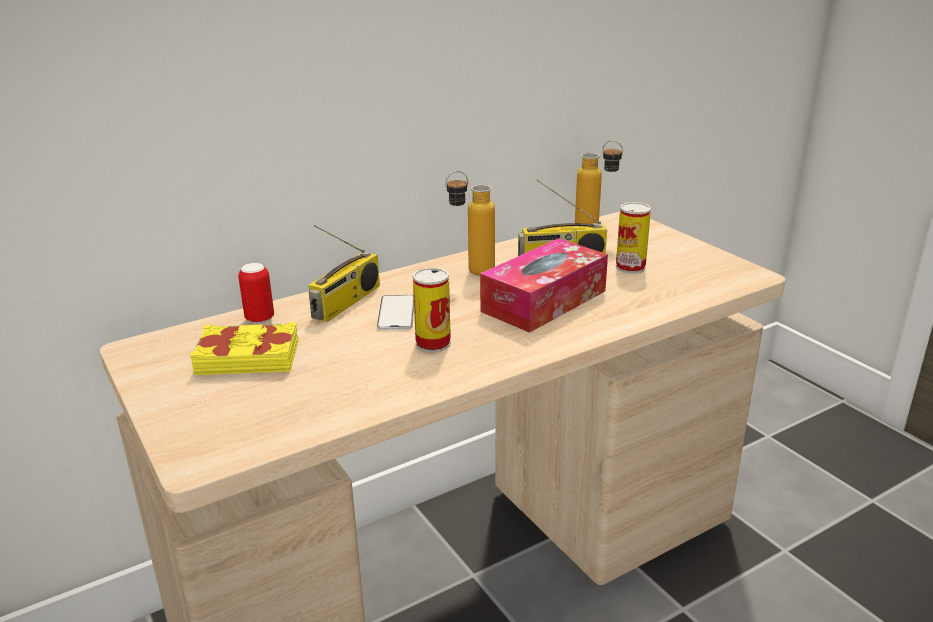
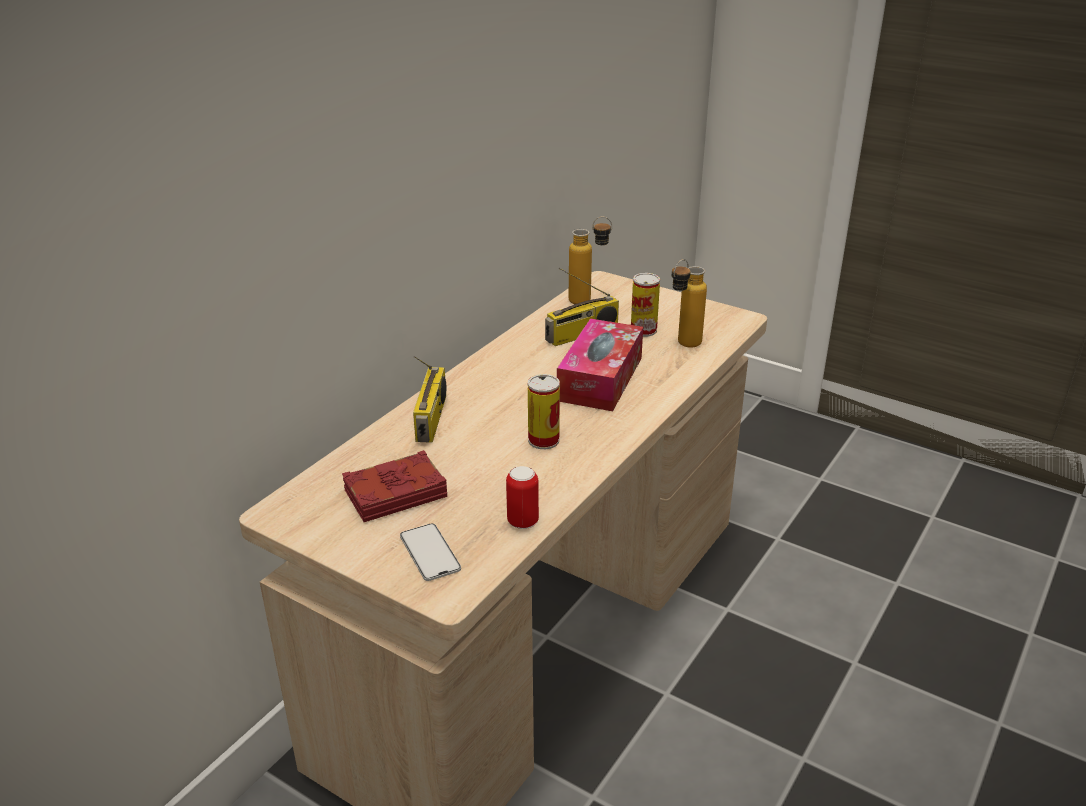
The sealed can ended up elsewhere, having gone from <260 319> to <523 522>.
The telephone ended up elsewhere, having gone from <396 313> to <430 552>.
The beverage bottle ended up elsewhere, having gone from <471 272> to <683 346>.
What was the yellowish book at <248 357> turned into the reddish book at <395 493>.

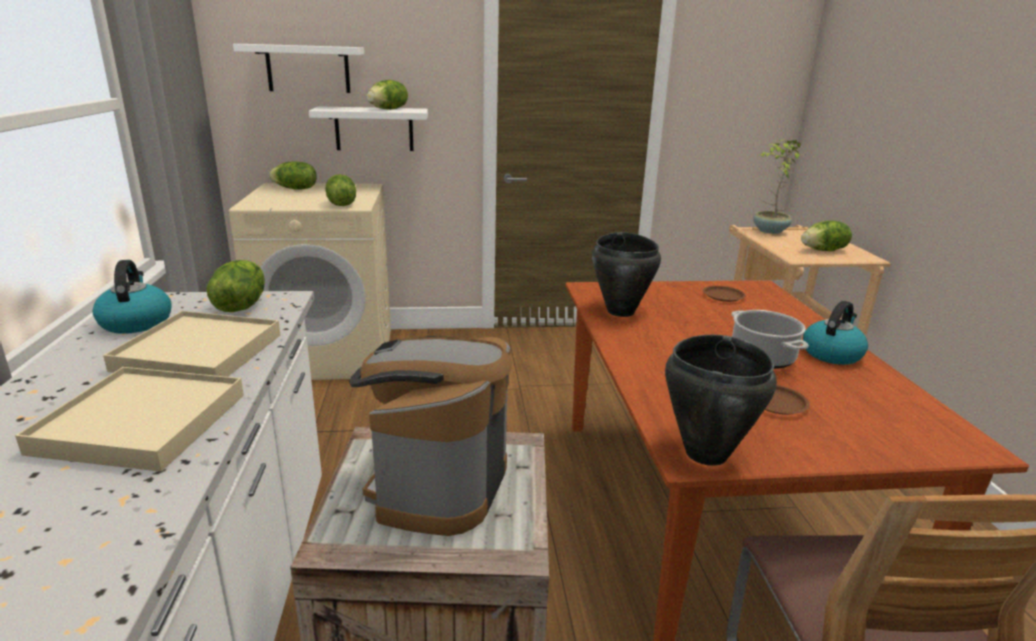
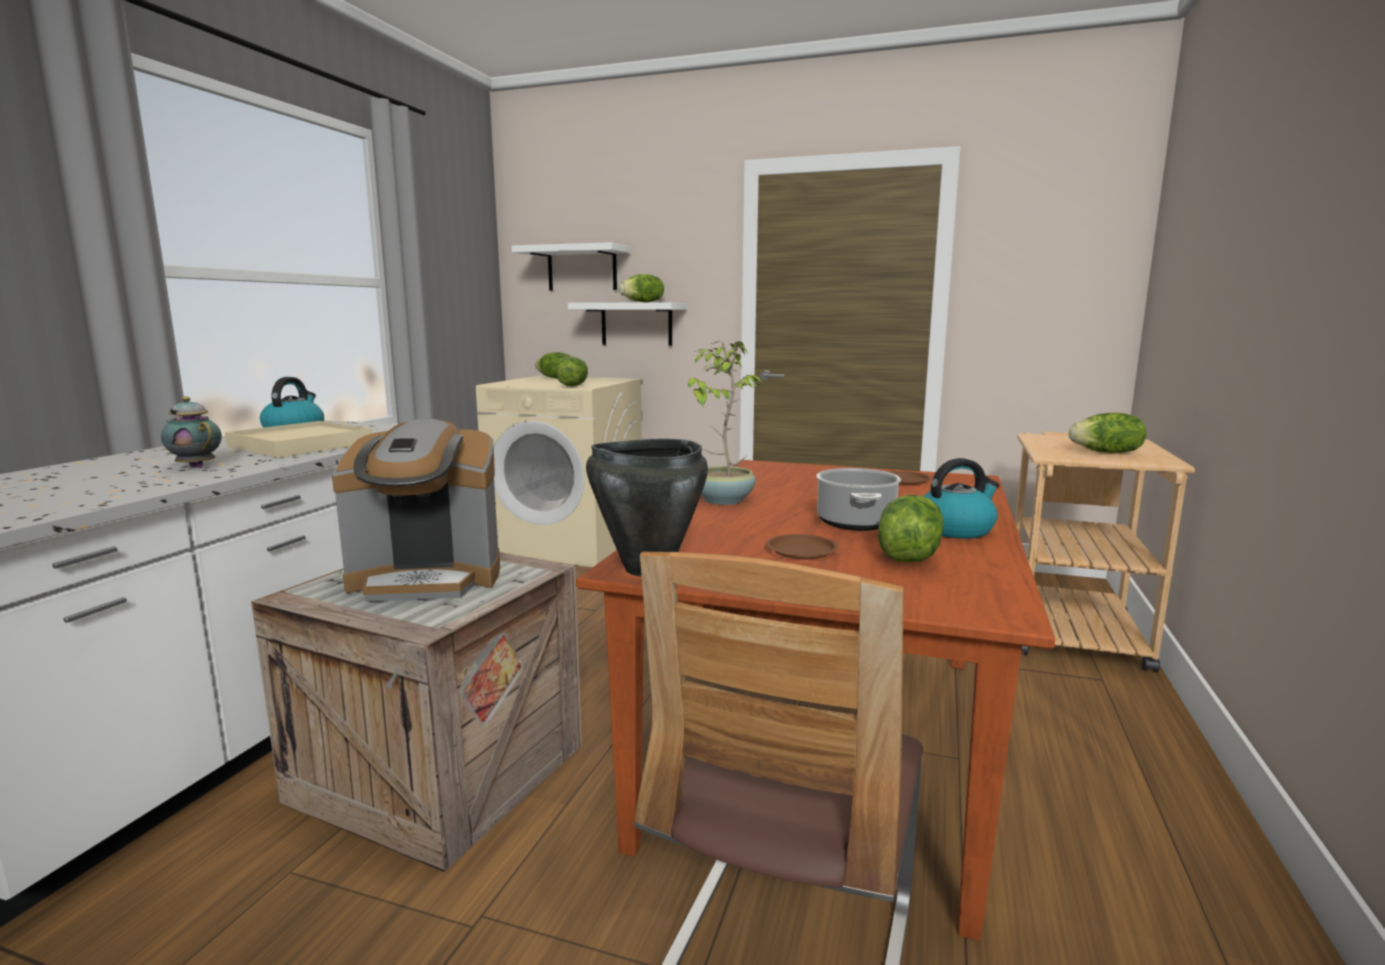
The second view lost the blackish cooking pot at <621 311>.
The lettuce head ended up elsewhere, having gone from <240 306> to <907 556>.
The potted plant ended up elsewhere, having gone from <769 231> to <721 500>.
Where the beige serving tray stood at <143 423>, the pot for tea came to stand at <195 466>.
The coffee maker at <437 485> ended up facing another way, 135 degrees counterclockwise from before.

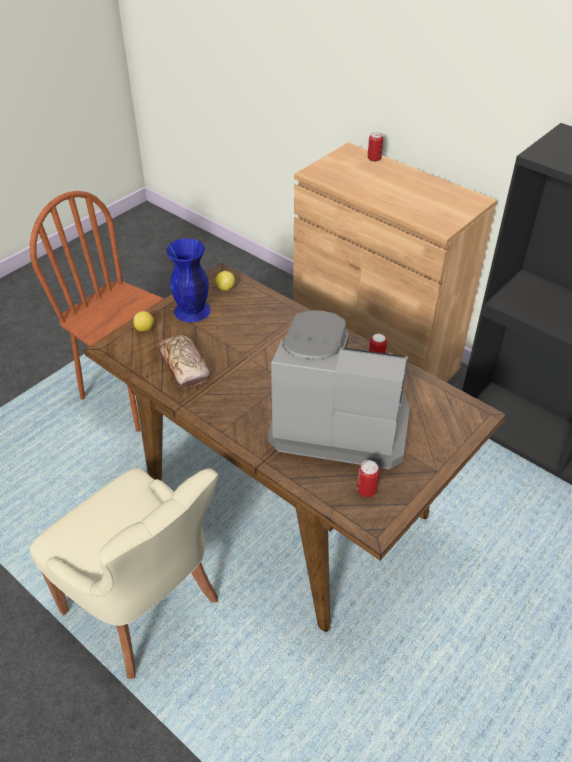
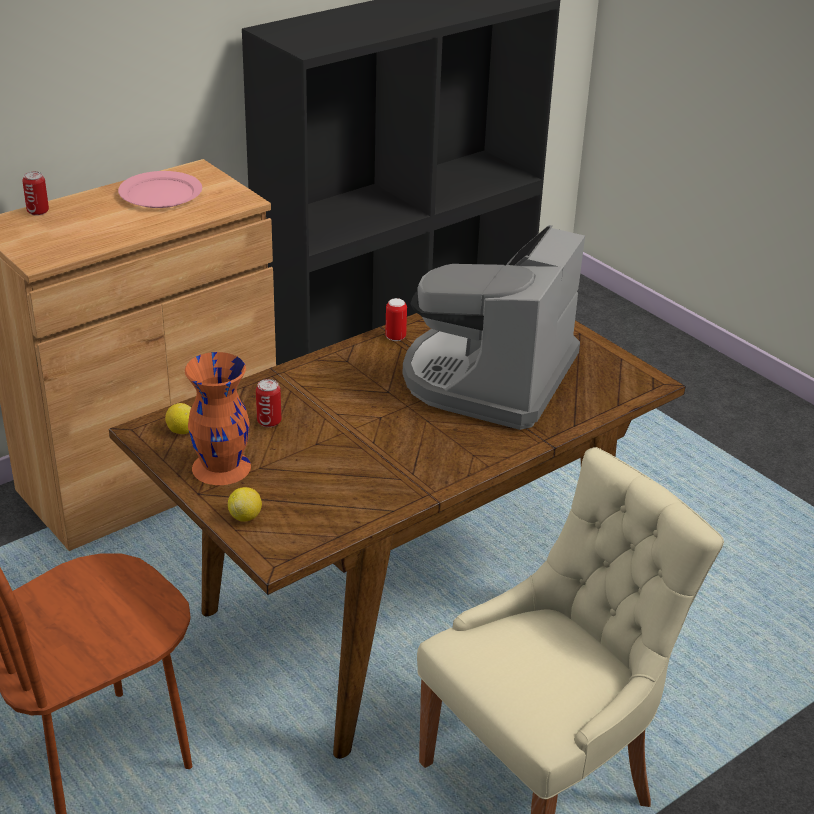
The second view lost the bread at <184 366>.
The second view gained the pink-coloured dinner plate at <160 193>.
The sealed can ended up elsewhere, having gone from <366 490> to <269 422>.
What was the blue-coloured decorative vase at <191 311> turned into the orange decorative vase at <222 468>.

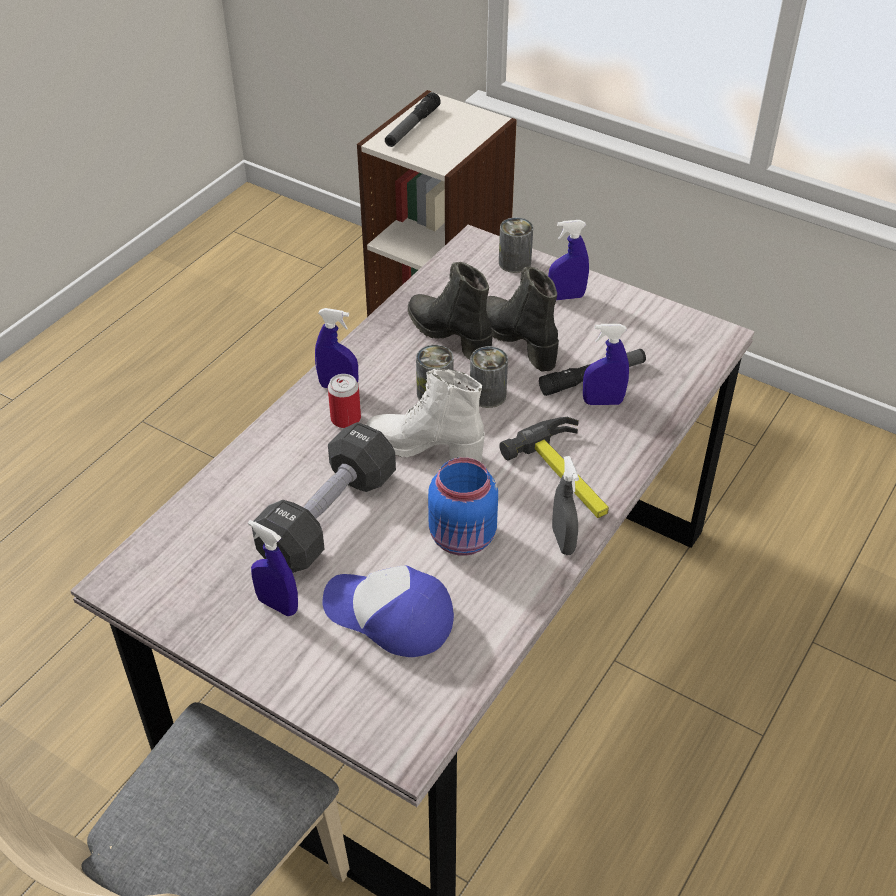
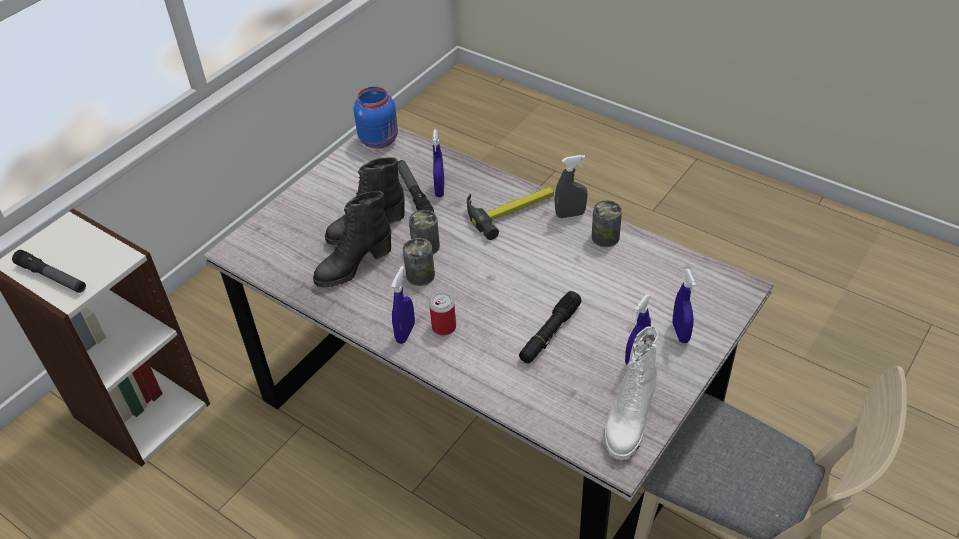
The second view lost the baseball cap at <389 616>.
The white-coloured high-top boot ended up elsewhere, having gone from <424 448> to <628 420>.
The blue-coloured jar ended up elsewhere, having gone from <463 539> to <380 140>.
The sealed can ended up elsewhere, having gone from <514 263> to <605 237>.
The blue-coloured spray bottle ended up elsewhere, having gone from <566 297> to <680 332>.
Where the blackish dumbbell stood at <328 517>, the blackish torch came to stand at <550 333>.

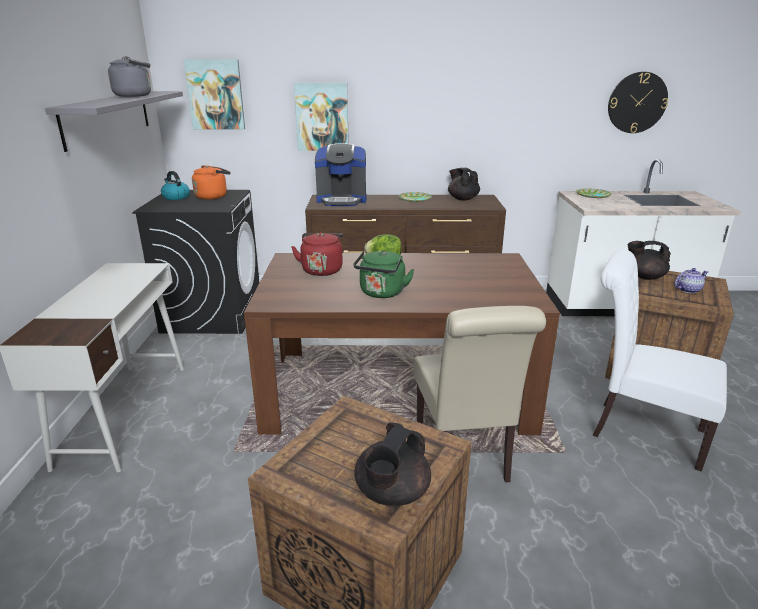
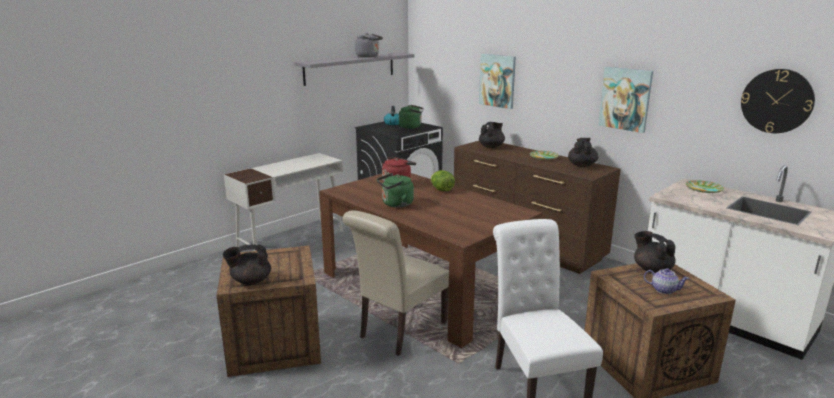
The wall picture ended up elsewhere, having gone from <215 95> to <625 99>.
Where the coffee maker stood at <342 200>, the blackish pot for tea came to stand at <491 146>.
What was the orange kettle at <213 196> turned into the greenish kettle at <412 127>.

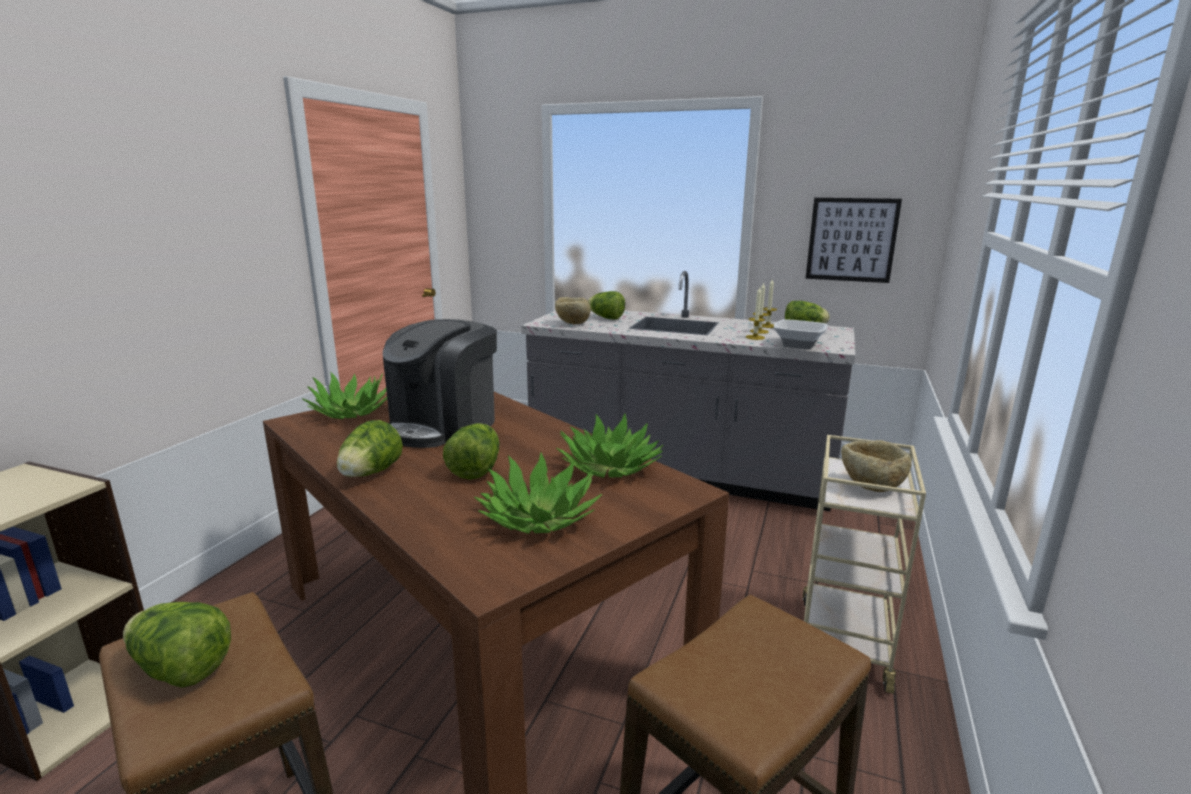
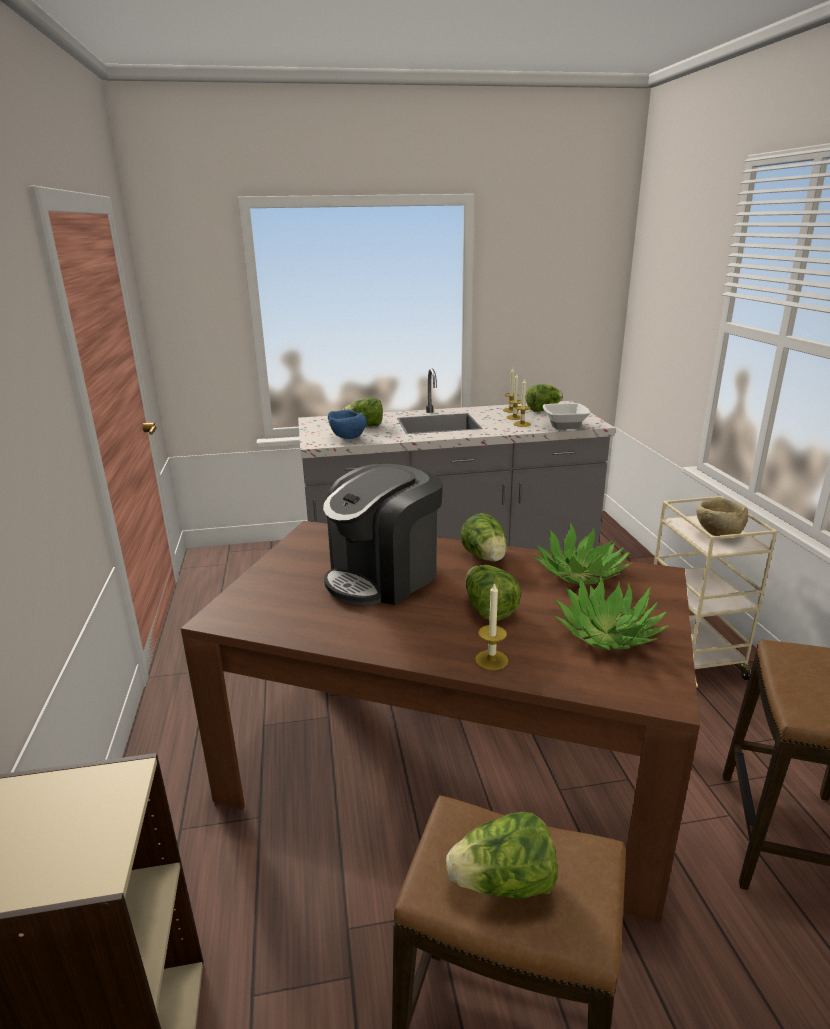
The second view lost the potted plant at <351 412>.
The second view lost the wall picture at <851 240>.
The second view gained the wax light at <491 660>.
The lettuce head ended up elsewhere, having gone from <370 474> to <485 558>.
What was the beige serving bowl at <572 324> turned into the blue-coloured serving bowl at <347 438>.
The coffee maker at <444 426> ended up facing another way, 45 degrees clockwise from before.

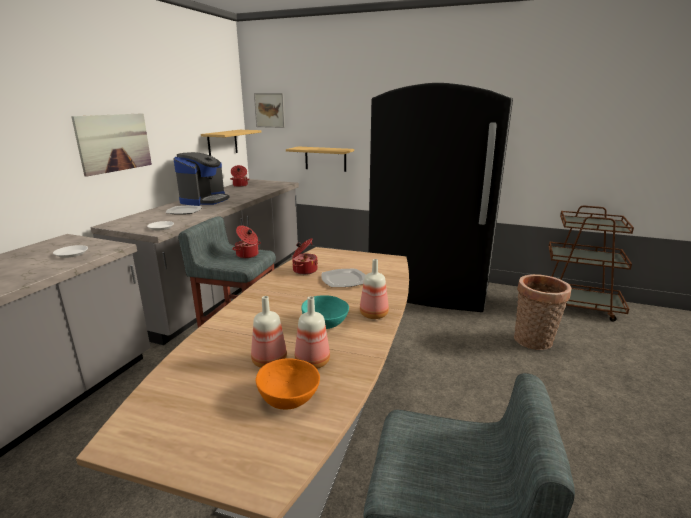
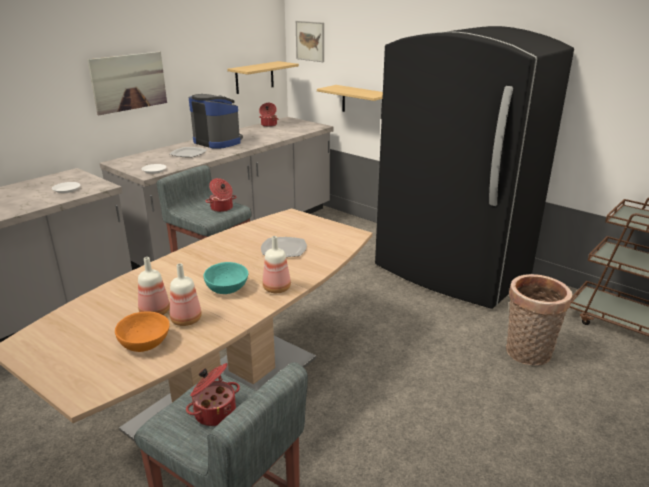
The cooking pot ended up elsewhere, having gone from <304 270> to <214 412>.
The coffee maker at <204 200> ended up facing another way, 90 degrees counterclockwise from before.

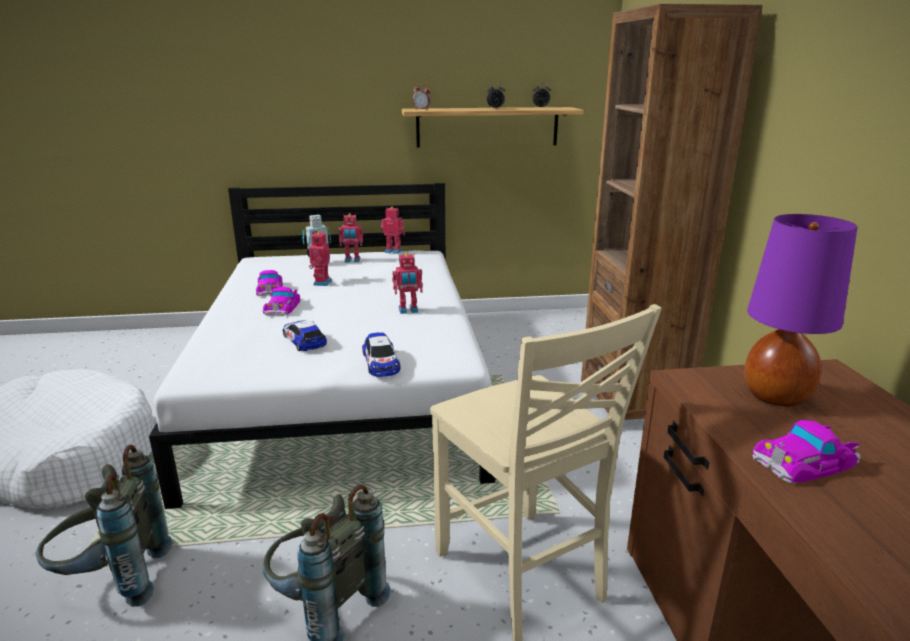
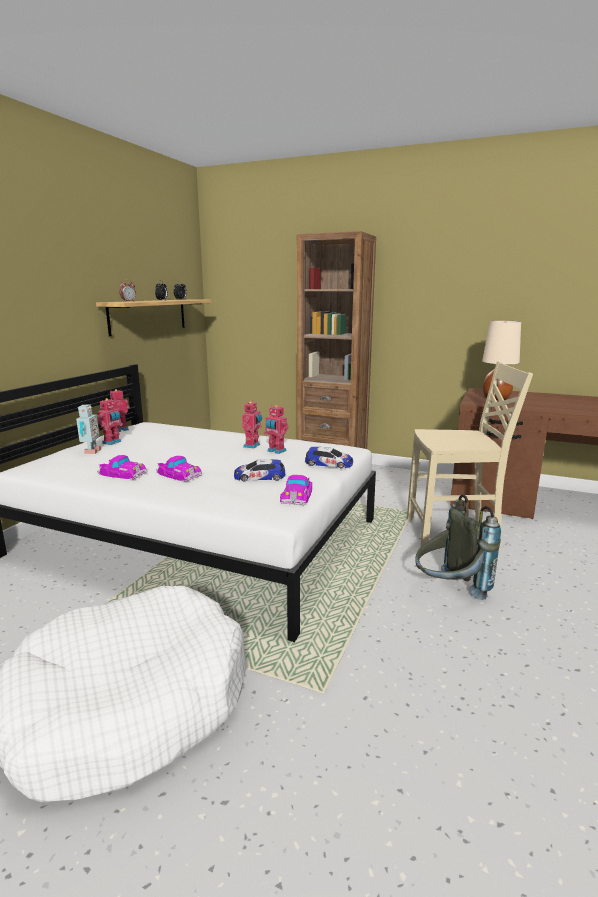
The second view lost the grey knapsack at <114 581>.
The robot figure ended up elsewhere, having gone from <321 283> to <276 451>.
The model car ended up elsewhere, having gone from <805 461> to <297 495>.
What was the purplish tabletop lamp at <776 396> turned into the beige tabletop lamp at <496 398>.

